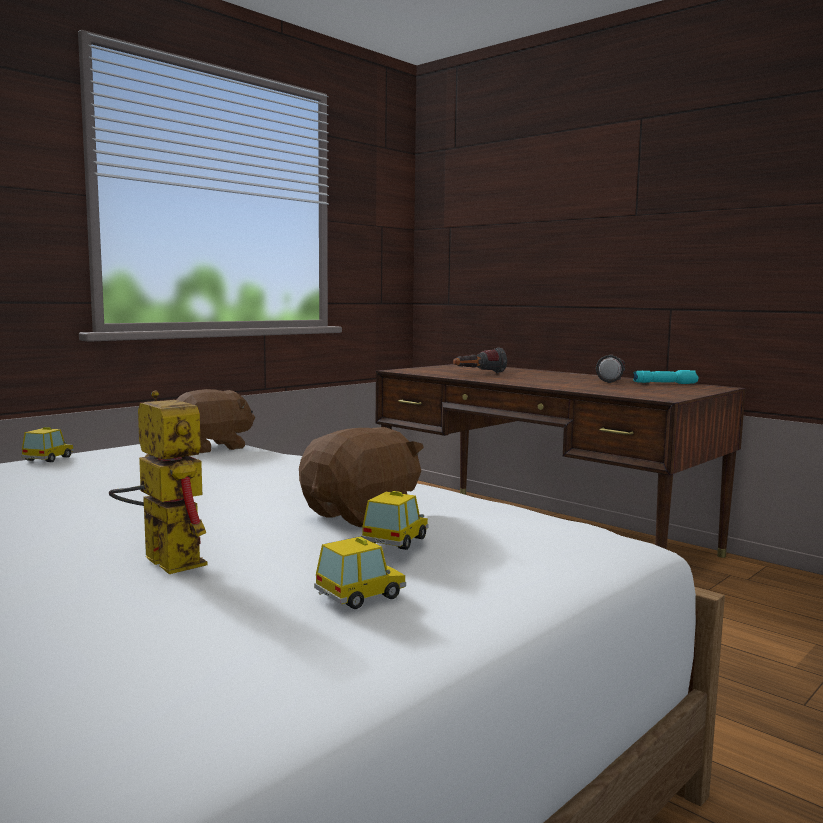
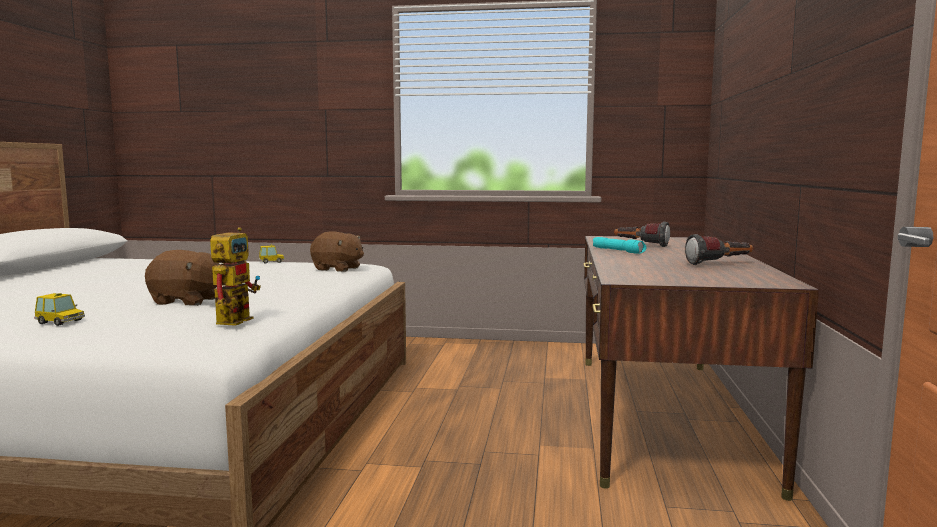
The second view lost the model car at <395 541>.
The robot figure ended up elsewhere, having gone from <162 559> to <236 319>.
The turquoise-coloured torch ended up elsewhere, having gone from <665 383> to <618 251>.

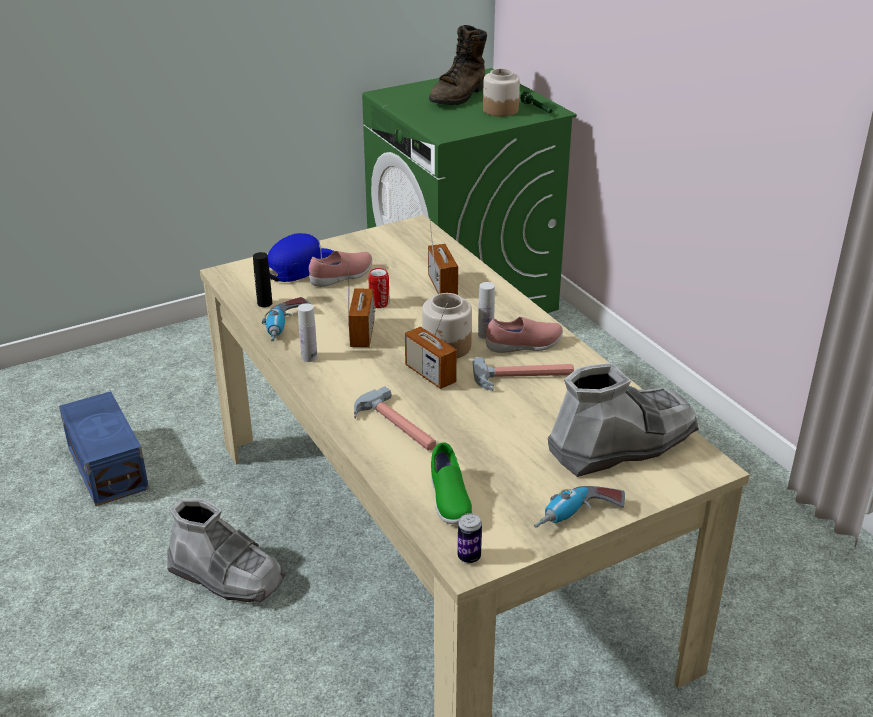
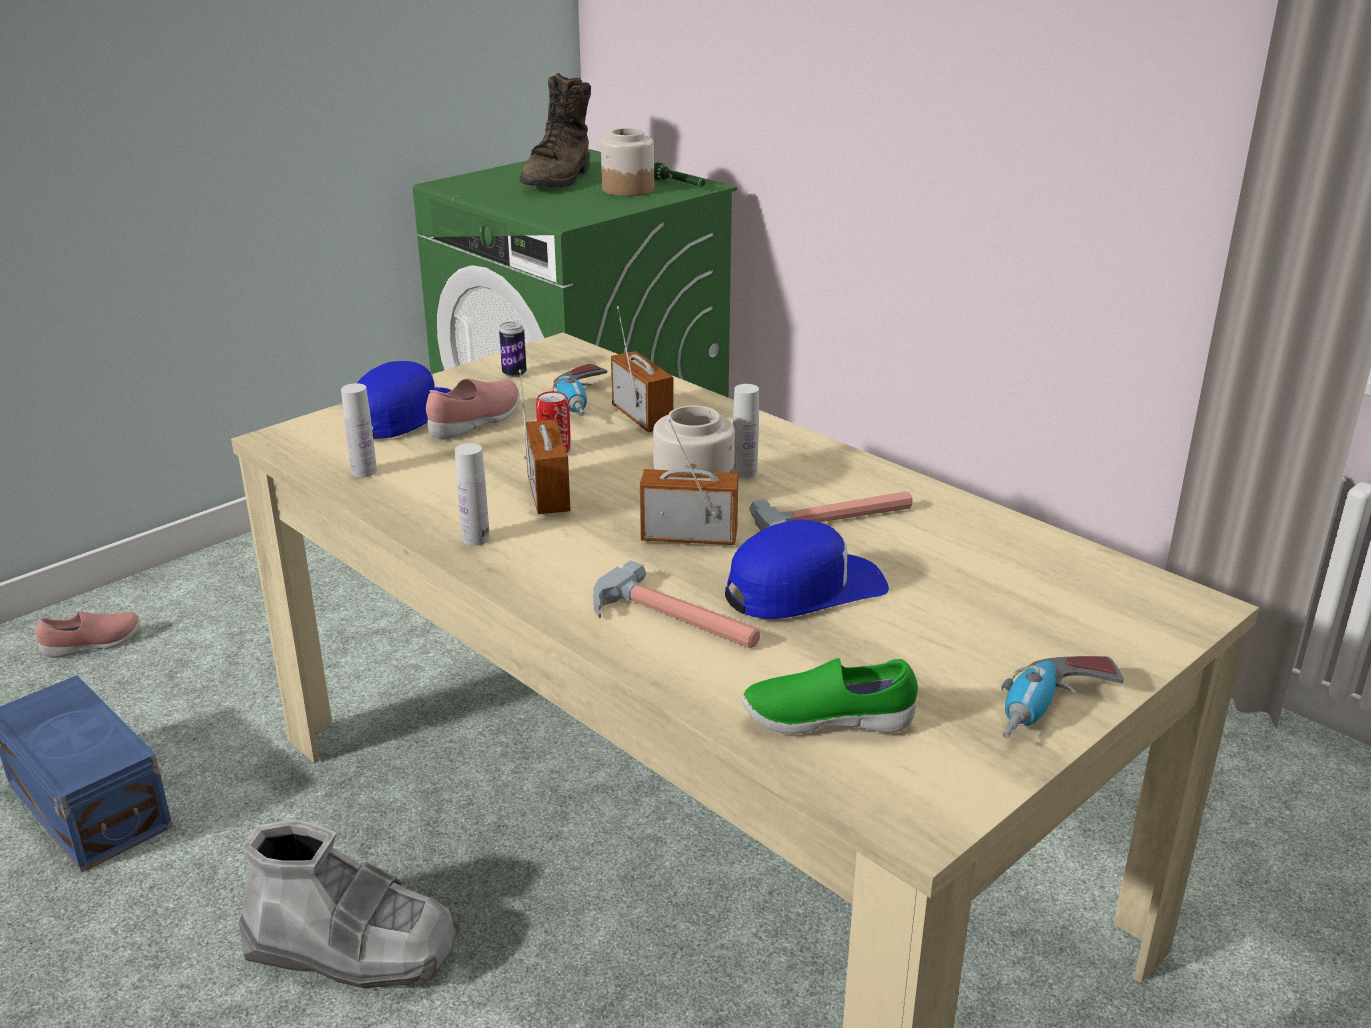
The second view lost the grey high-top boot at <620 444>.
The second view gained the blue-coloured baseball cap at <804 589>.
The drill ended up elsewhere, having gone from <286 327> to <583 403>.
The sealed can ended up elsewhere, having gone from <469 557> to <514 374>.
The pink-coloured low shoe ended up elsewhere, having gone from <524 346> to <93 645>.
What was the blackish beverage bottle at <264 303> turned into the white-coloured beverage bottle at <364 471>.
The radio receiver at <430 374> ended up facing another way, 150 degrees clockwise from before.
The greenish low shoe at <448 500> ended up facing another way, 120 degrees clockwise from before.

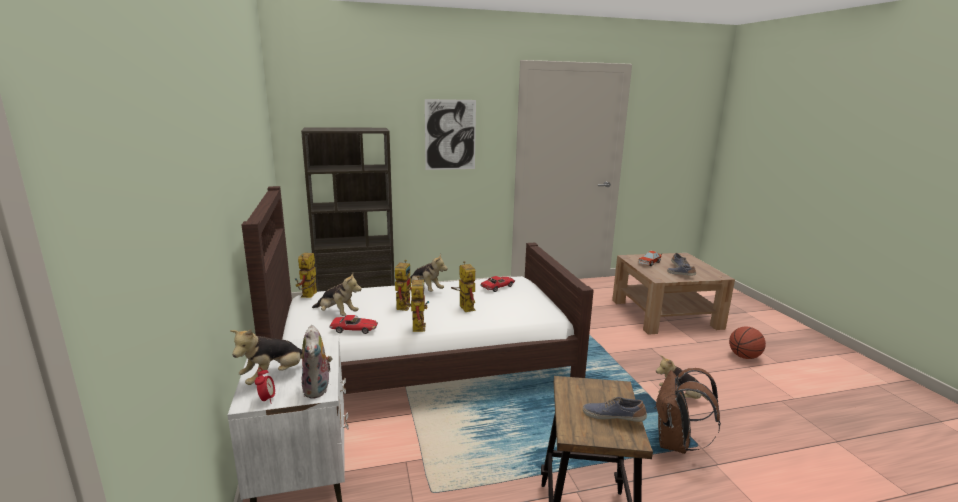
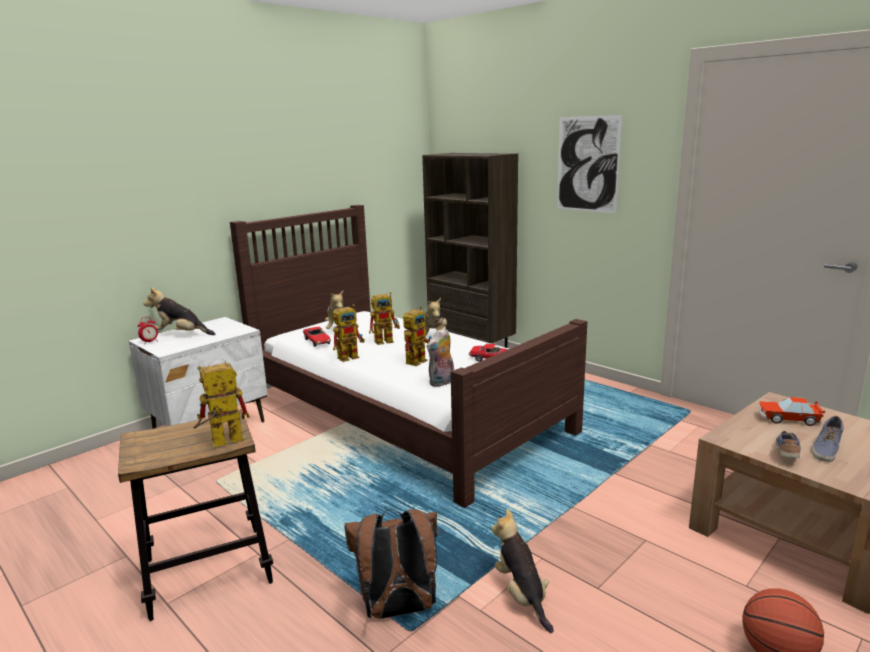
The second view lost the low shoe at <613 417>.
The robot figure ended up elsewhere, having gone from <309 296> to <220 443>.
The plush toy ended up elsewhere, having gone from <318 389> to <442 383>.

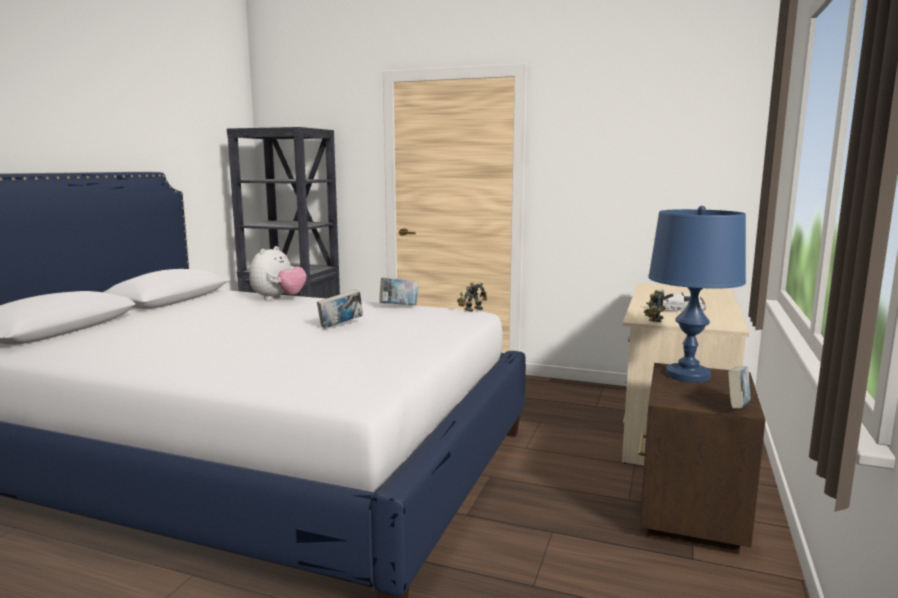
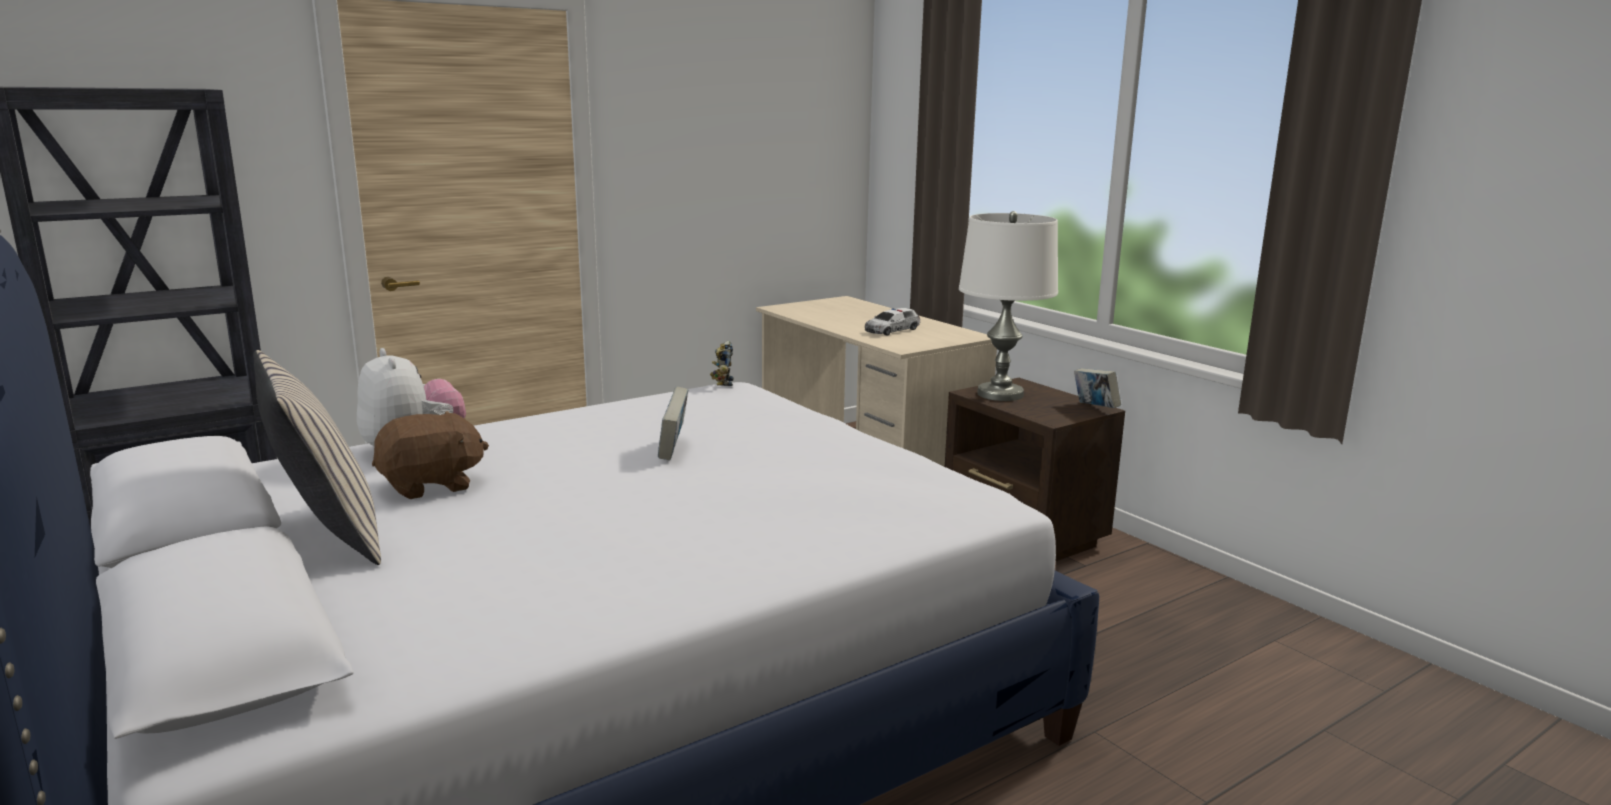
The second view lost the book at <399 307>.
The second view lost the robot figure at <653 319>.
The second view gained the beige throw pillow at <327 536>.
The second view gained the brown-coloured plush toy at <431 485>.
What was the blue-coloured tabletop lamp at <687 375> turned into the white-coloured tabletop lamp at <1000 394>.

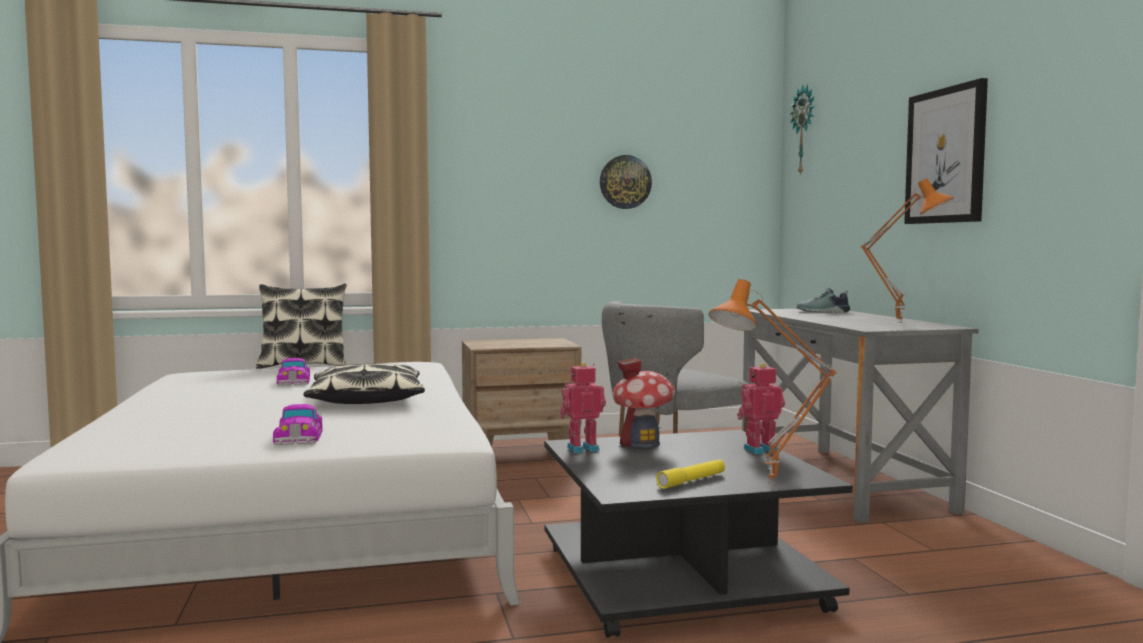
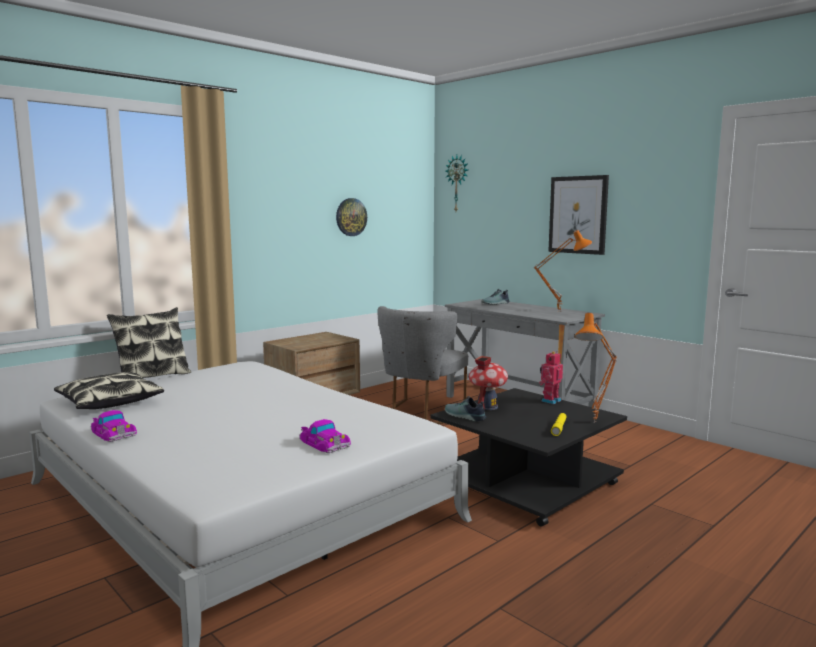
The model car ended up elsewhere, having gone from <294 381> to <112 432>.
The throw pillow ended up elsewhere, having gone from <366 400> to <109 402>.
Where the robot figure stood at <582 448>, the low shoe came to stand at <464 416>.

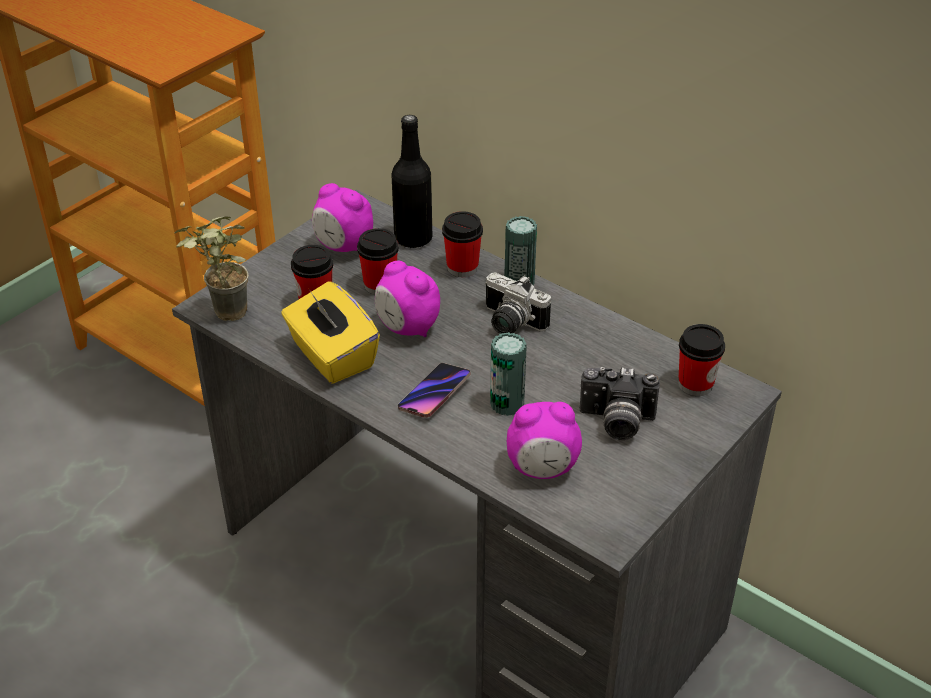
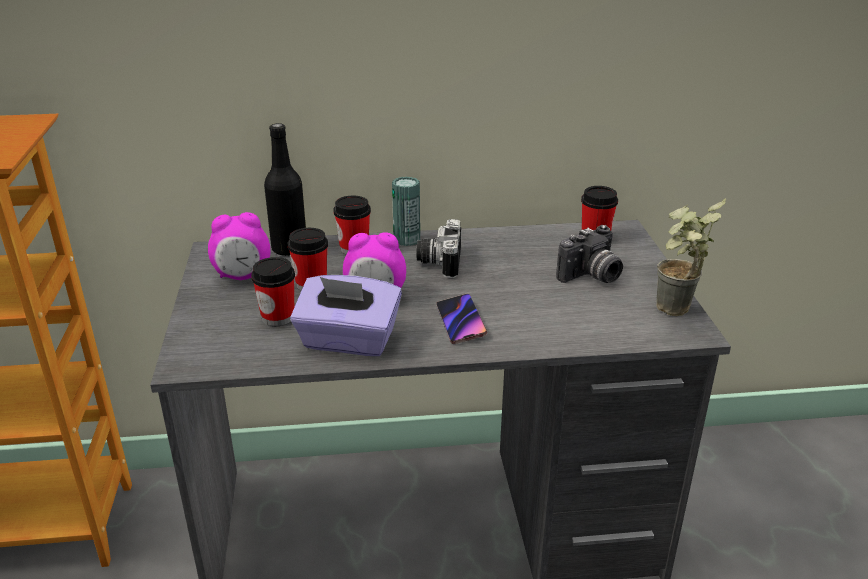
The second view lost the sealed can at <507 404>.
The second view lost the bedside clock at <542 469>.
The potted plant ended up elsewhere, having gone from <222 316> to <674 314>.
What was the yellowish tissue holder at <331 356> turned into the purplish tissue holder at <348 341>.
The photo camera at <509 323> ended up facing another way, 105 degrees clockwise from before.

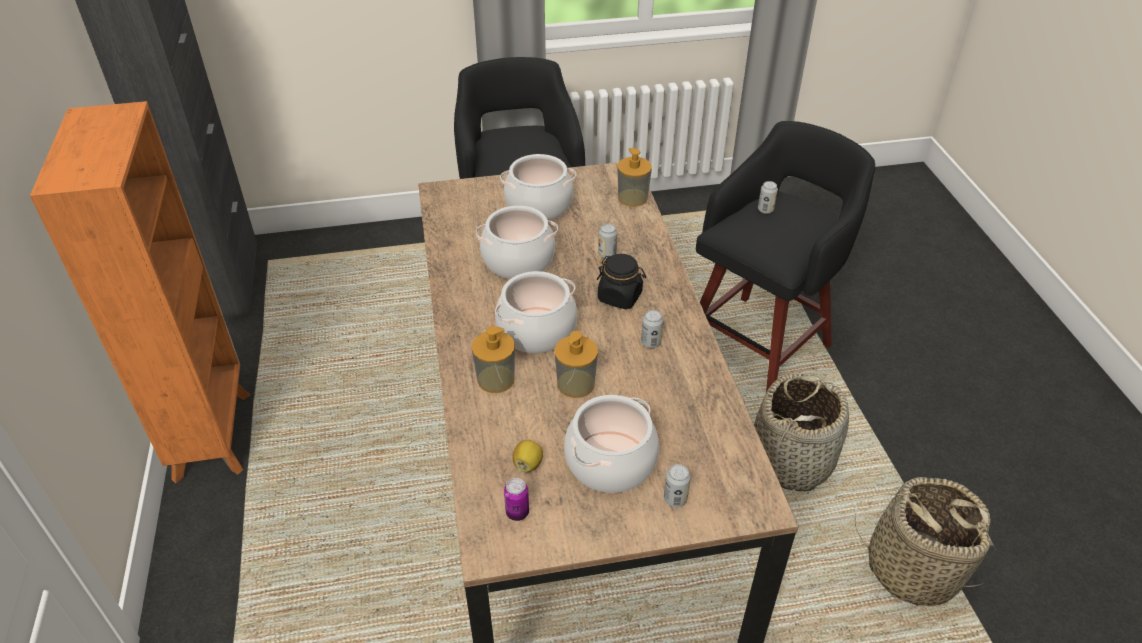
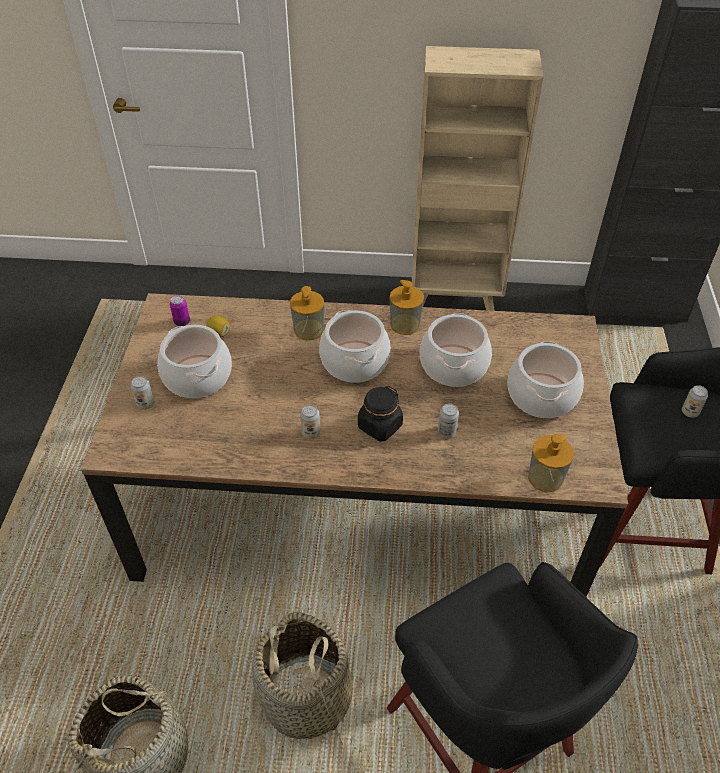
The liquid soap bottle ended up elsewhere, having gone from <575 384> to <405 324>.
The sealed can ended up elsewhere, having gone from <765 210> to <689 412>.
What was the orange bookshelf at <213 433> turned into the beige bookshelf at <456 298>.

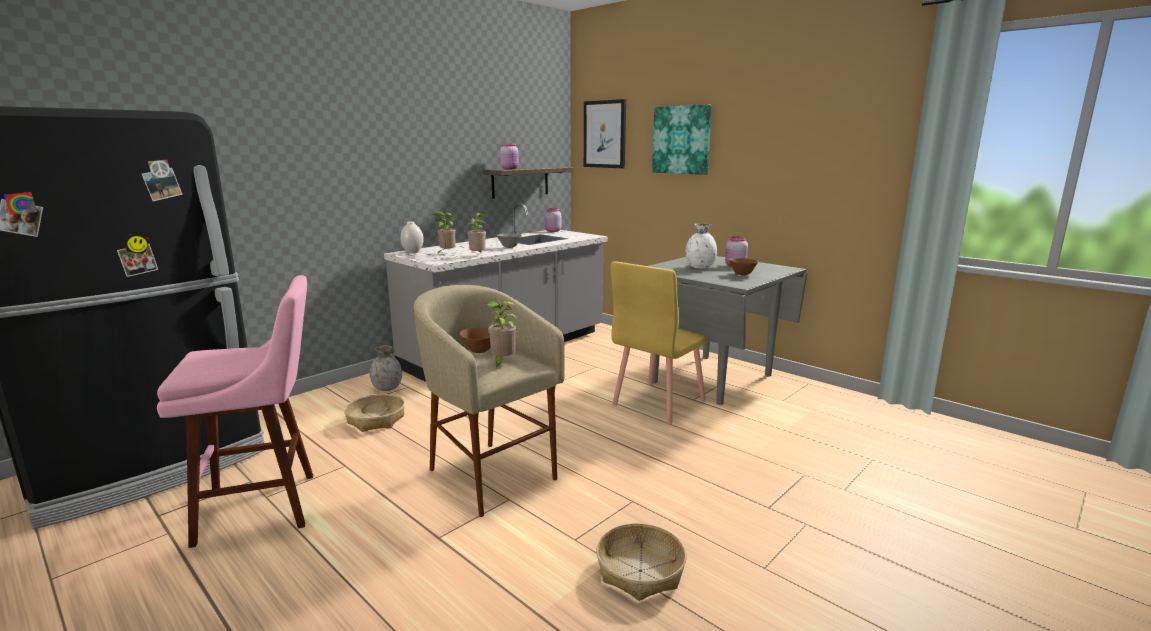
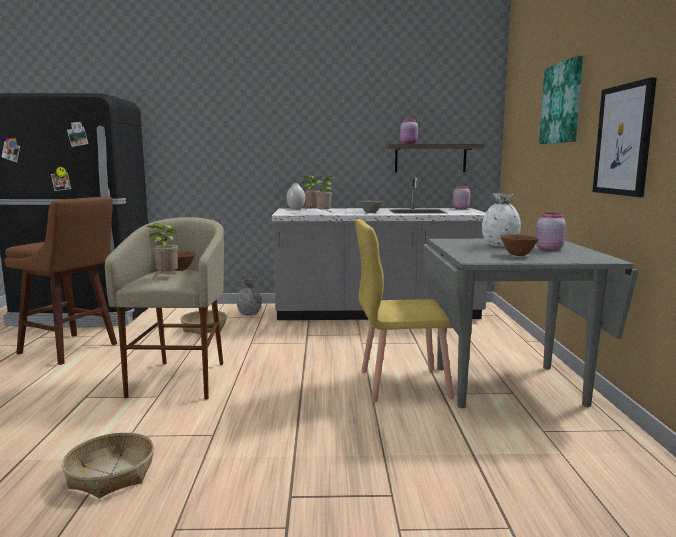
The wall picture ended up elsewhere, having gone from <605 134> to <624 140>.
What was the pink-coloured stool at <267 506> turned into the brown-coloured stool at <72 349>.

